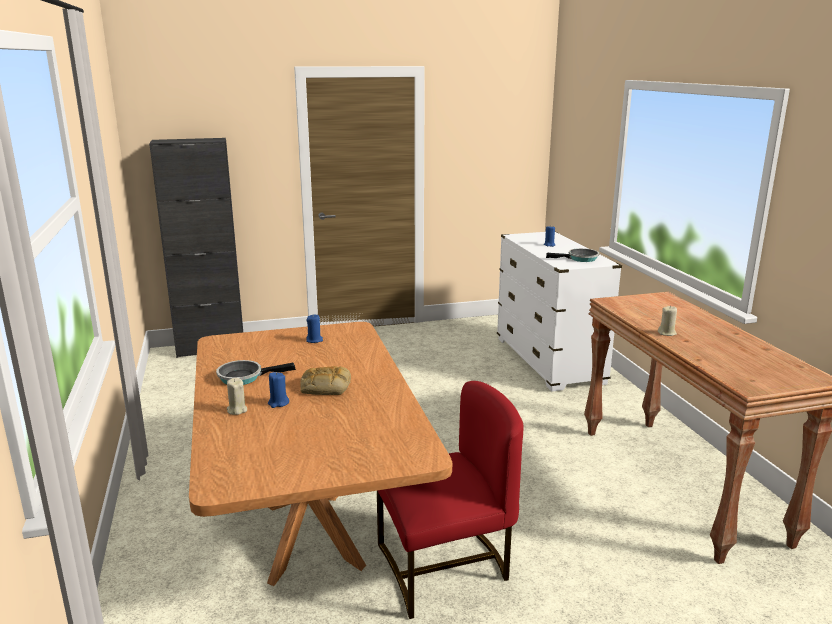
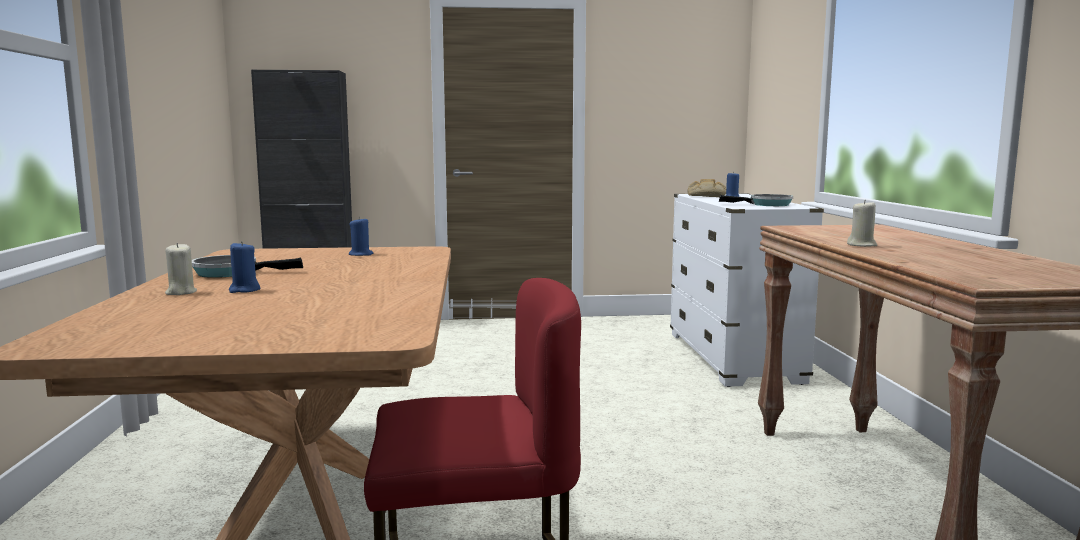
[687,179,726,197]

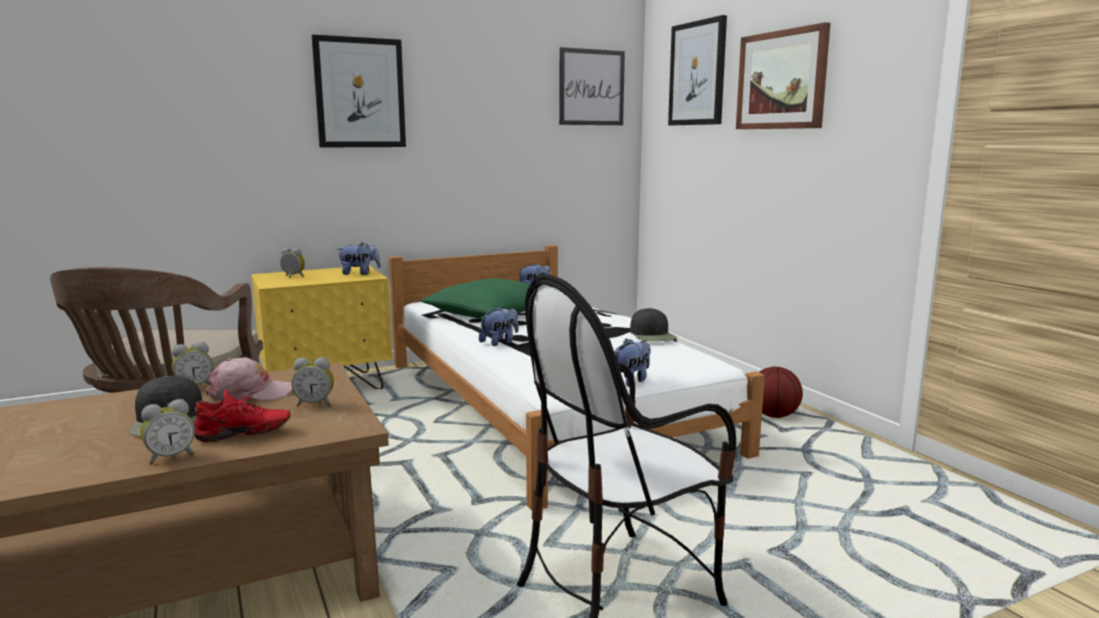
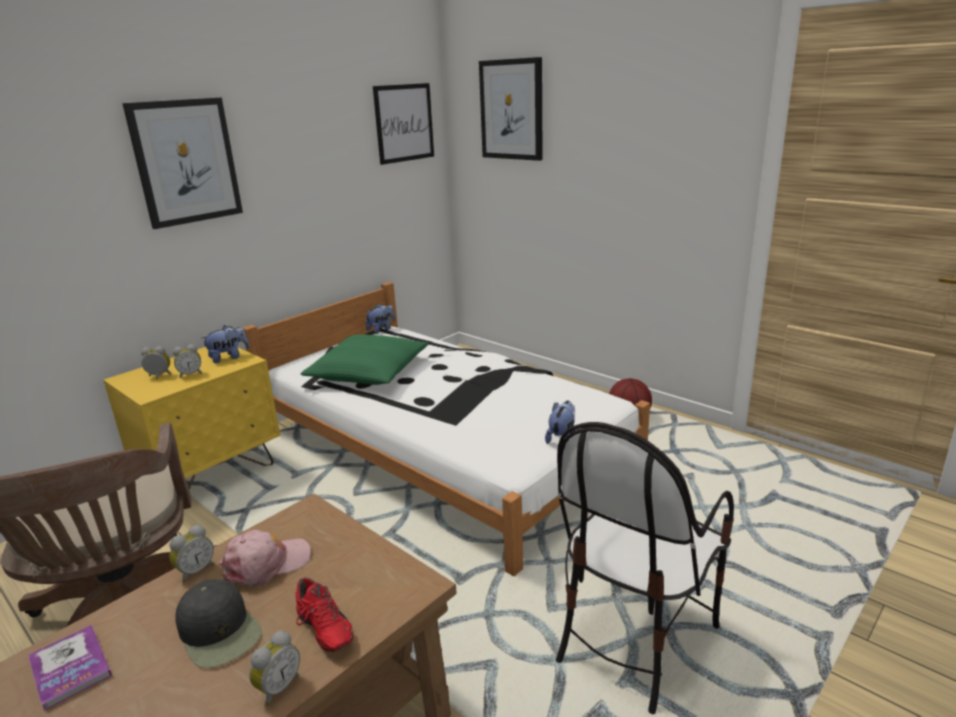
[736,22,830,129] (first image)
[479,306,518,346] (first image)
[630,308,677,341] (first image)
[173,344,202,378]
[296,577,353,652]
[28,625,112,711]

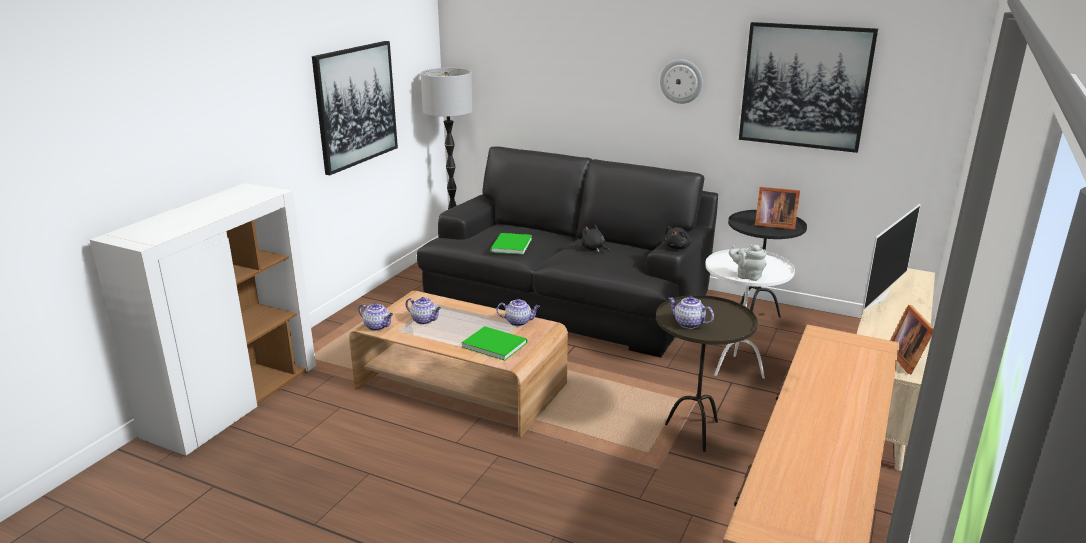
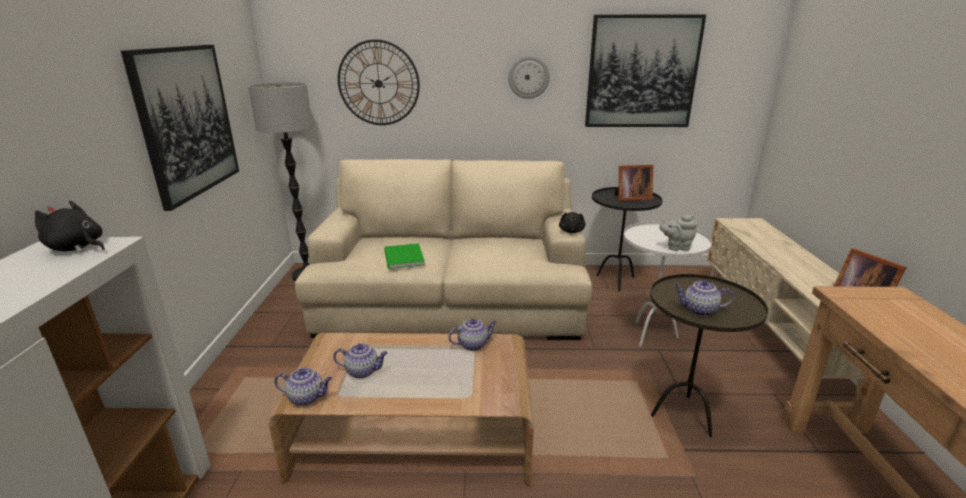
[295,159,592,340]
[862,204,921,311] (first image)
[35,201,105,252]
[461,326,527,361] (first image)
[338,39,420,125]

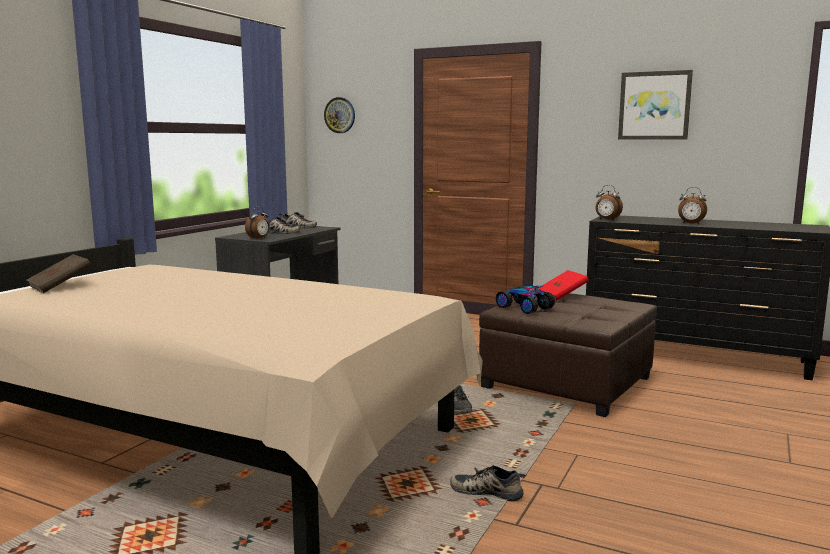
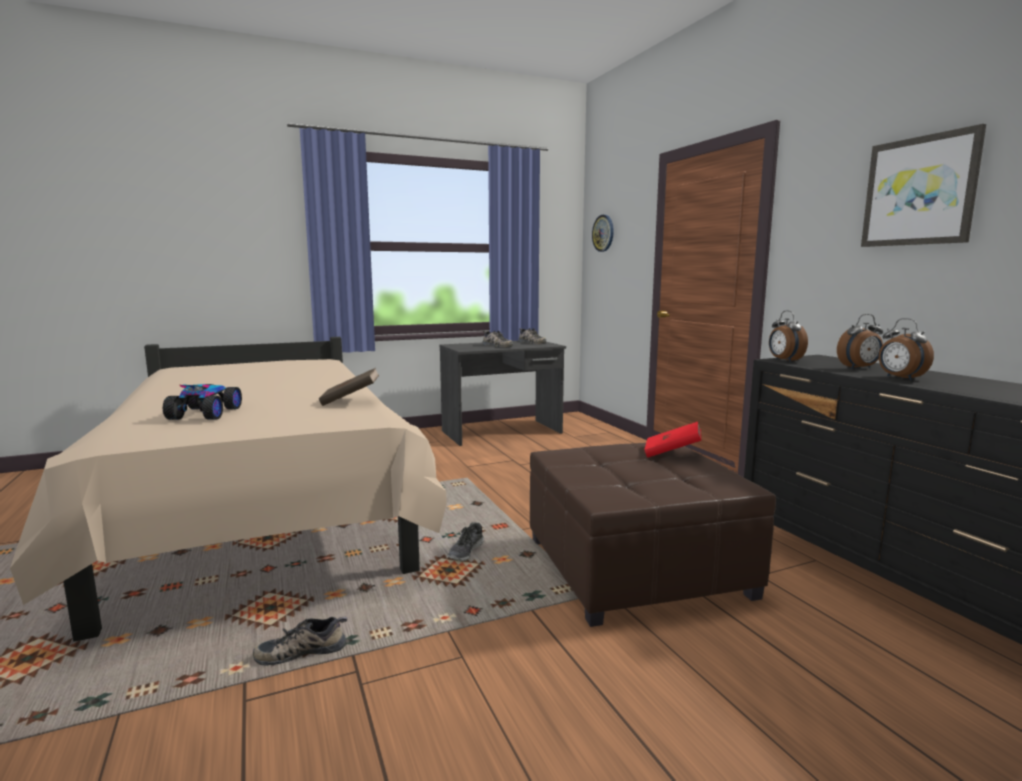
[837,314,883,369]
[319,368,379,406]
[163,384,242,420]
[253,617,348,665]

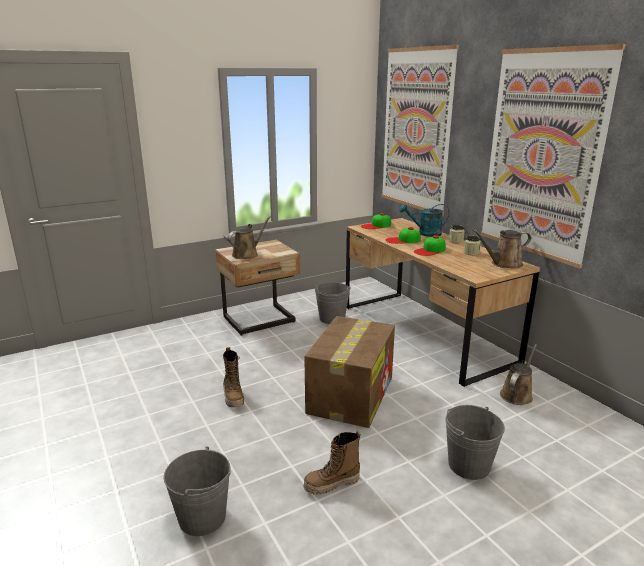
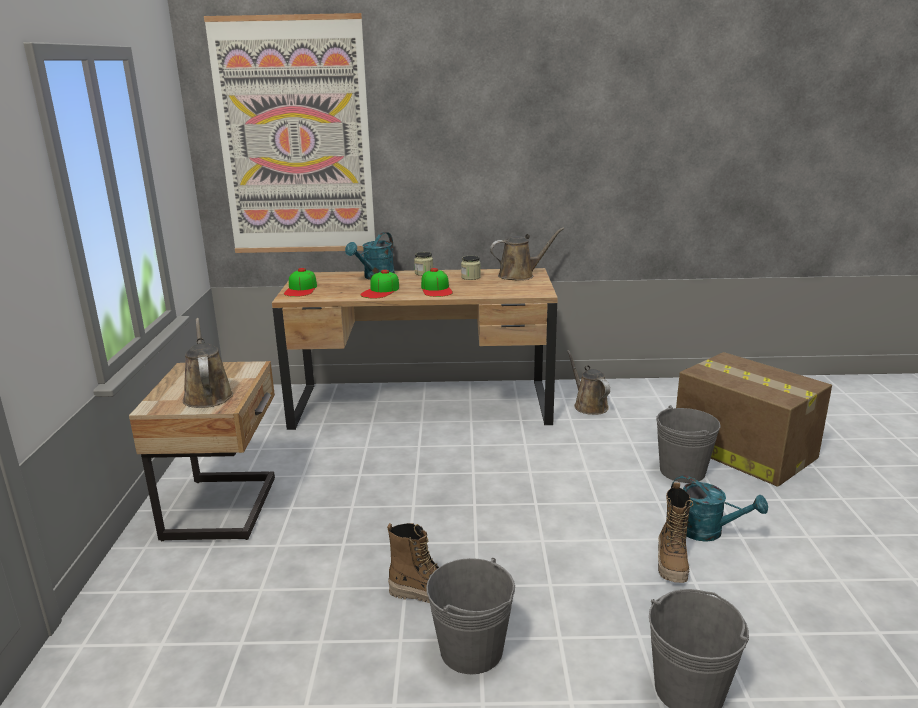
[481,44,626,269] (first image)
[490,227,564,281]
[426,558,515,674]
[676,352,832,487]
[671,475,768,542]

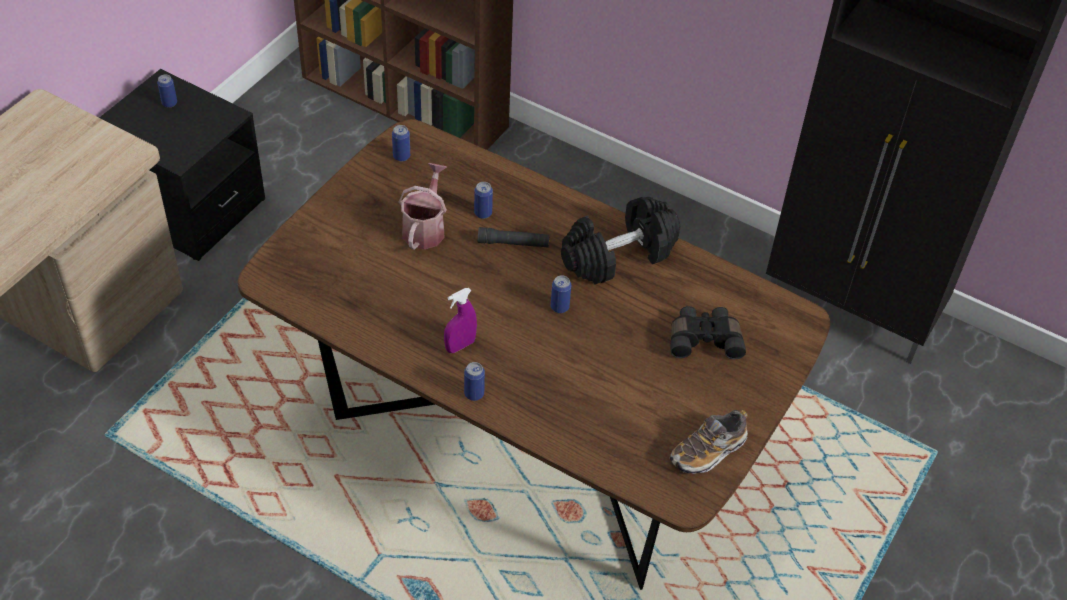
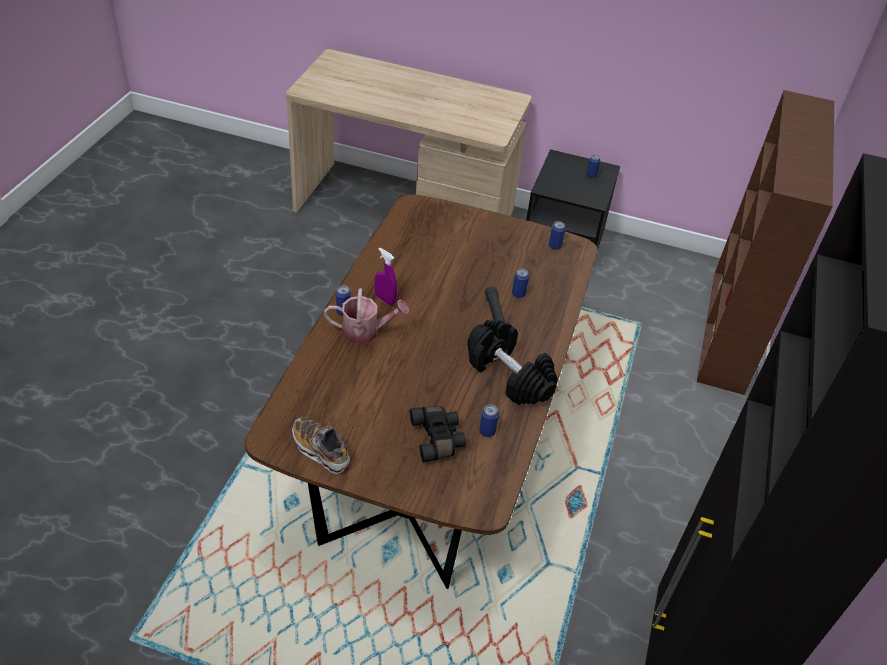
[324,288,410,345]
[479,405,499,437]

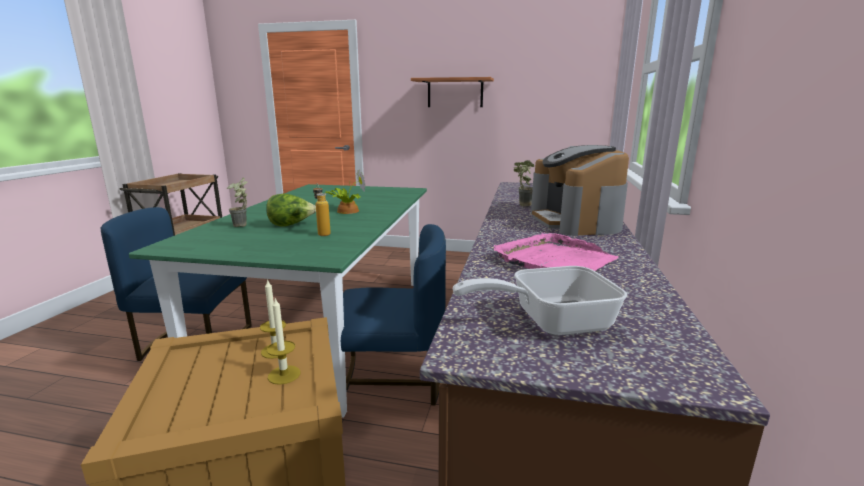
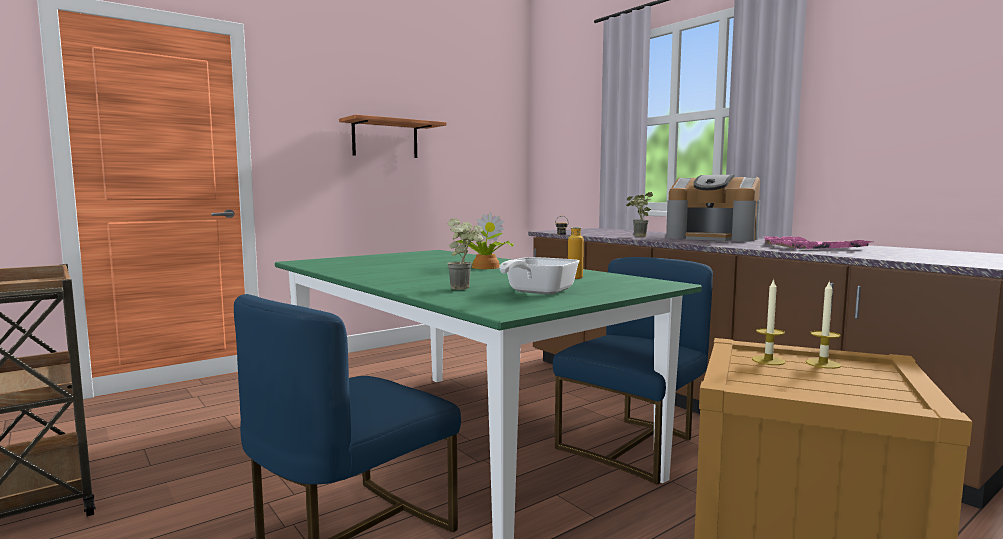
[266,194,316,226] (first image)
[499,257,579,295]

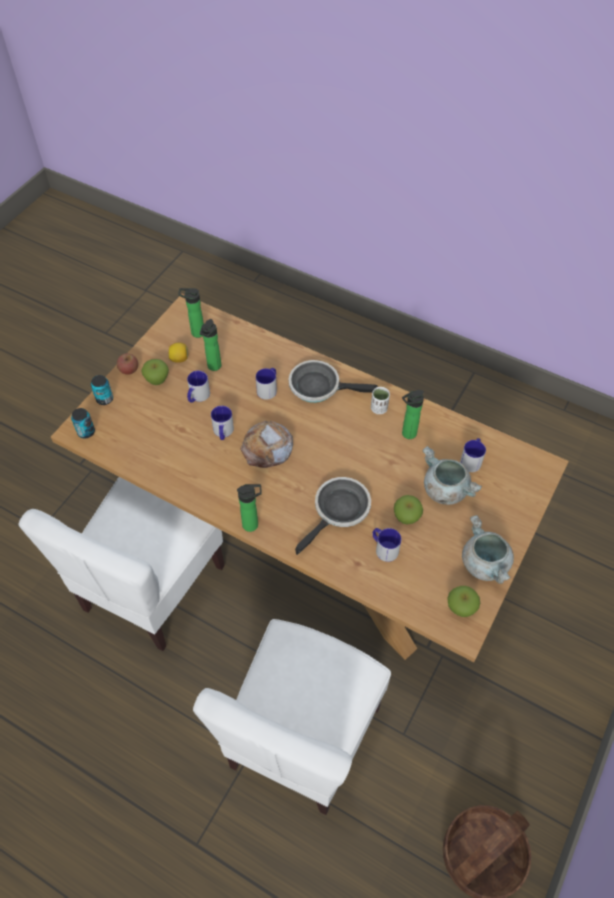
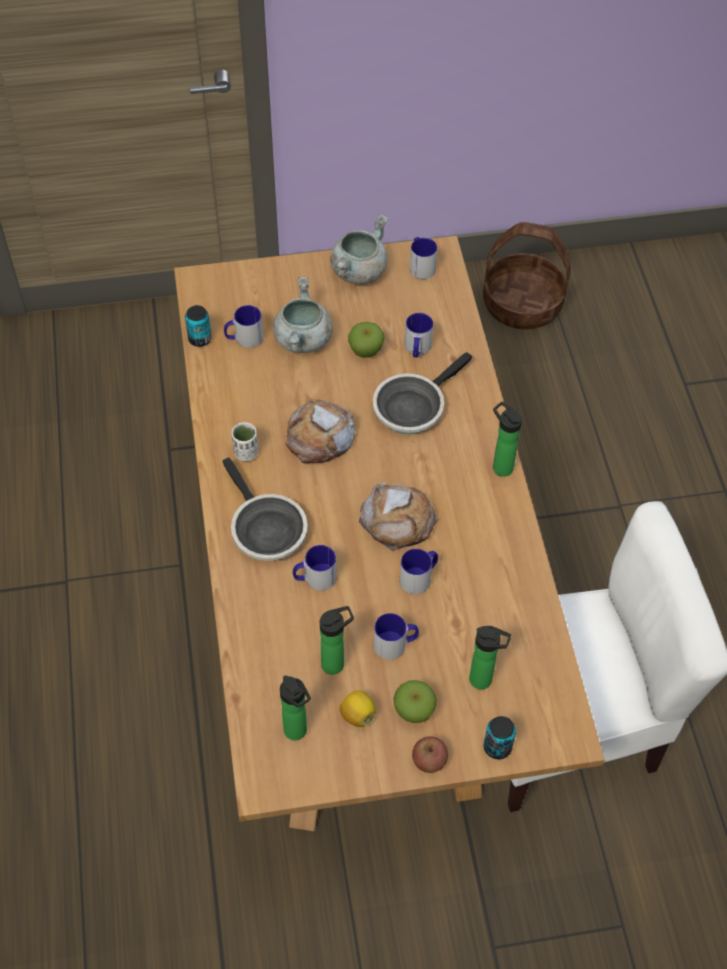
[469,626,511,690]
[185,305,212,347]
[373,352,472,434]
[410,237,438,279]
[193,619,391,815] (first image)
[286,399,355,463]

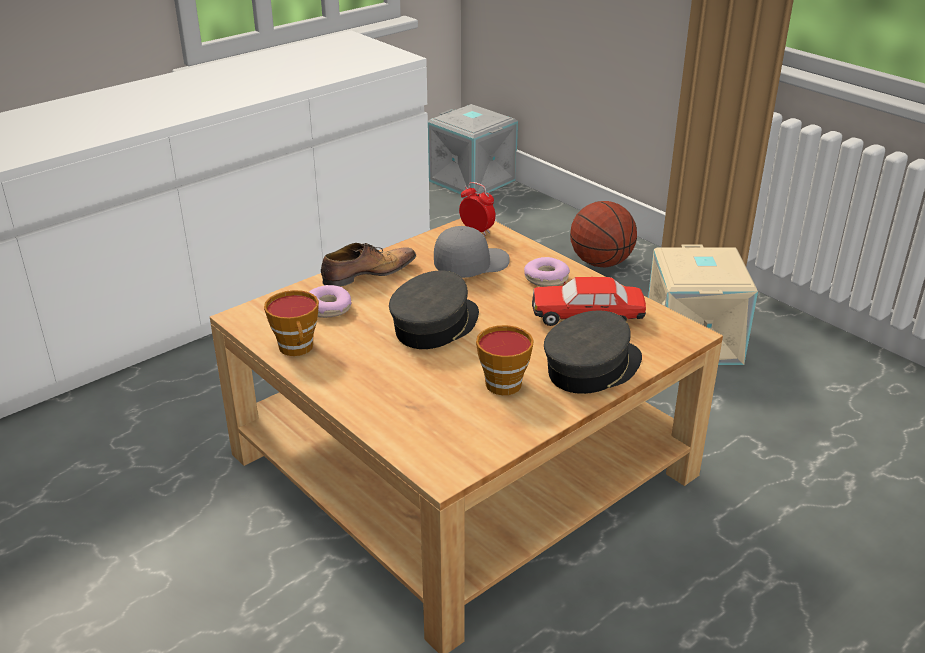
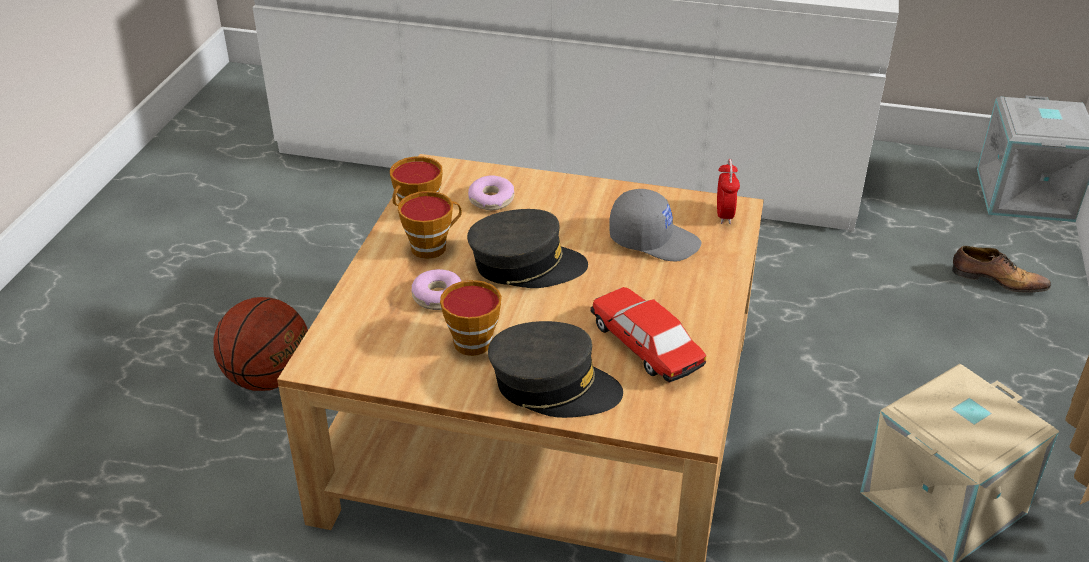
[213,297,308,391]
[952,246,1051,293]
[411,269,461,310]
[398,191,462,259]

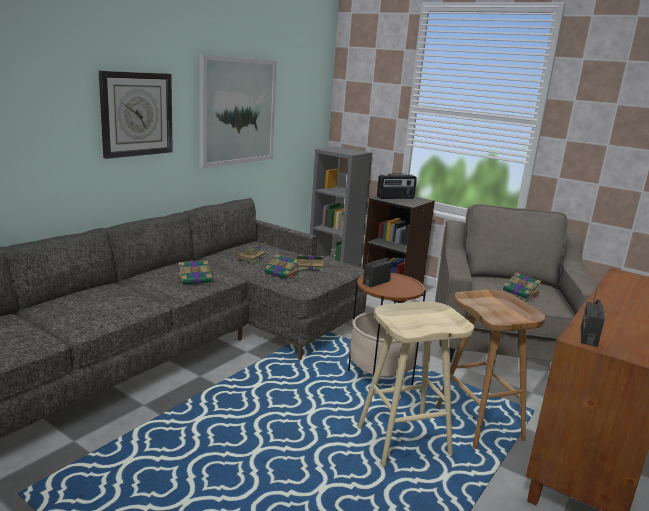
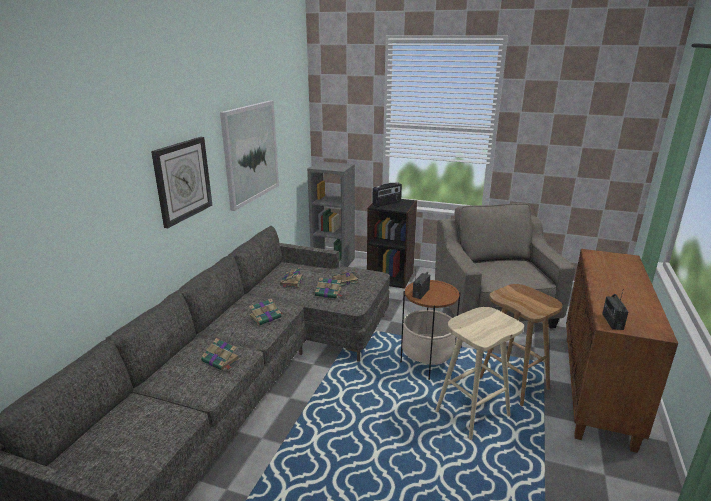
[201,338,240,371]

